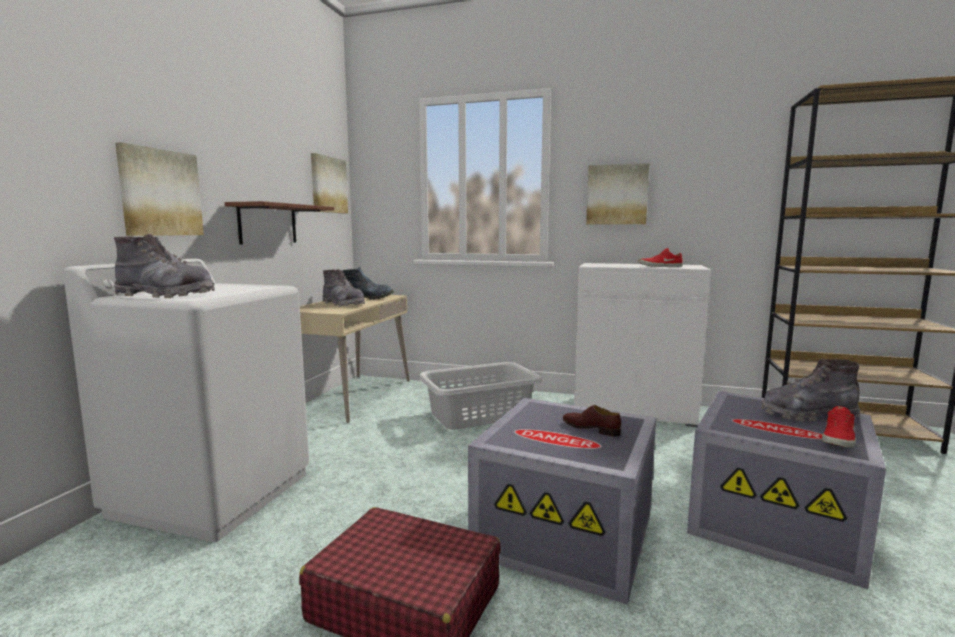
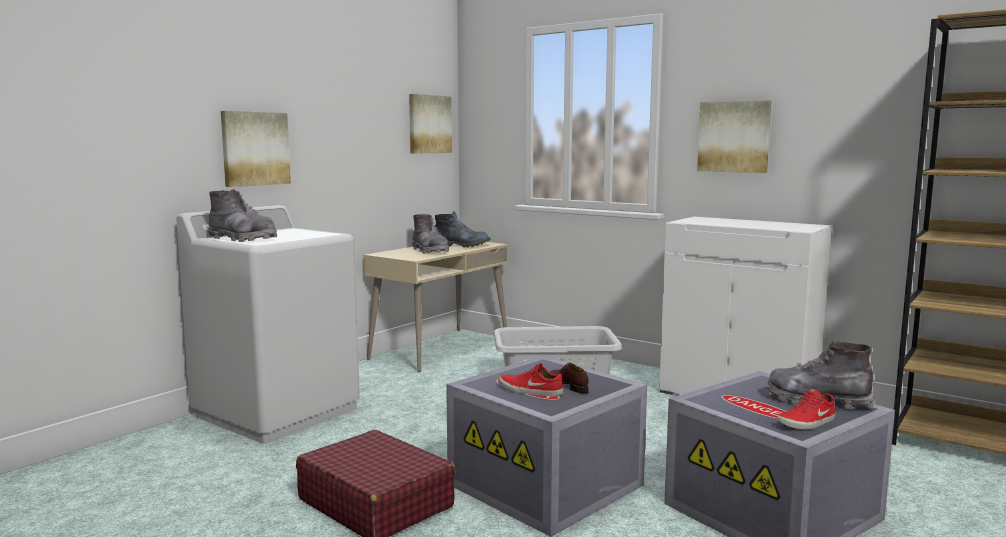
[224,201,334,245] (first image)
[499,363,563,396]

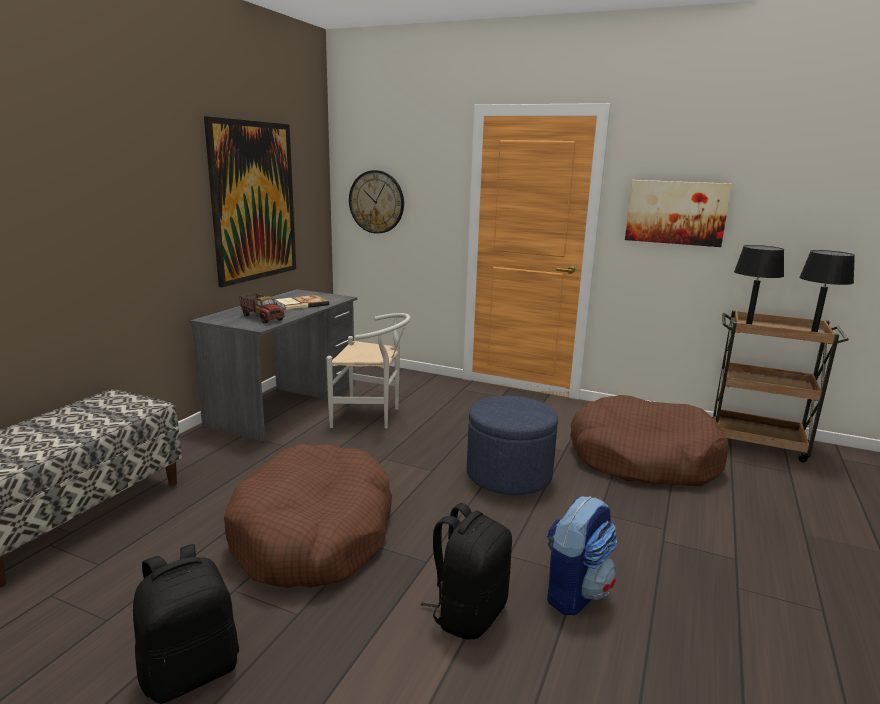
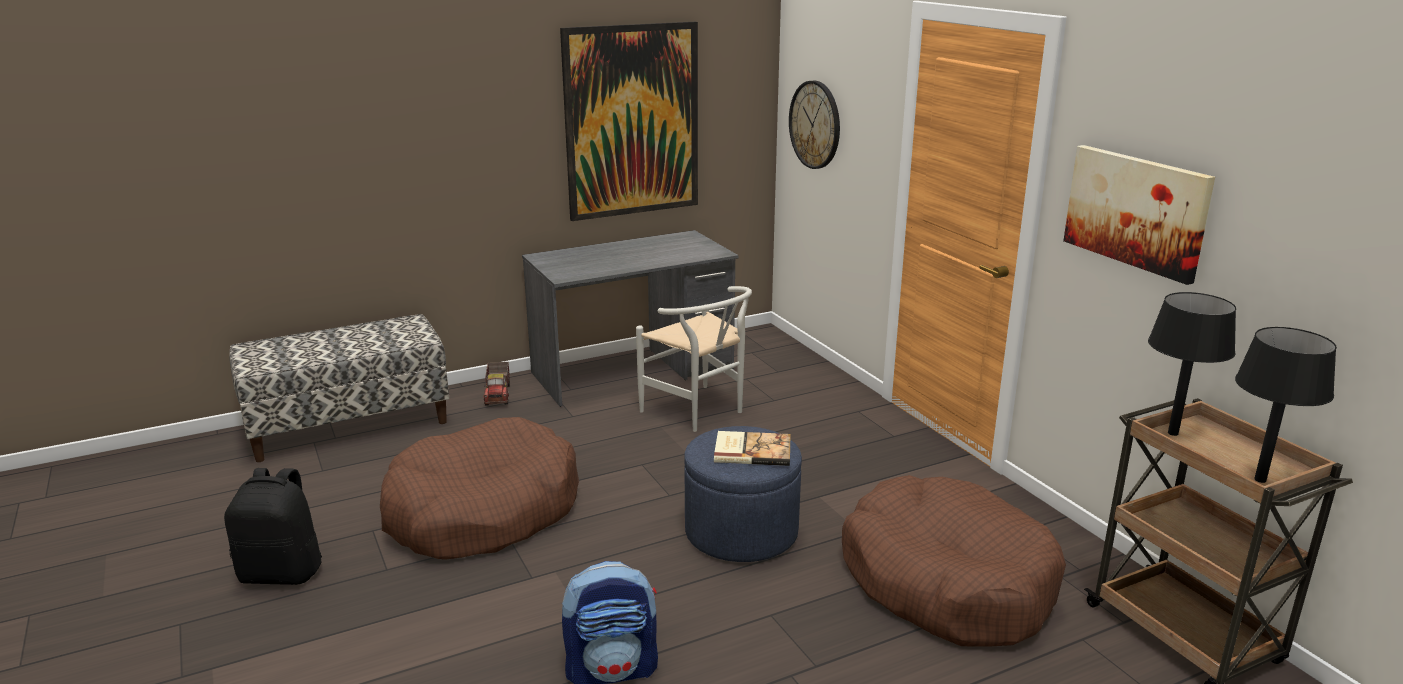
[484,362,510,406]
[714,431,791,466]
[421,503,512,640] (first image)

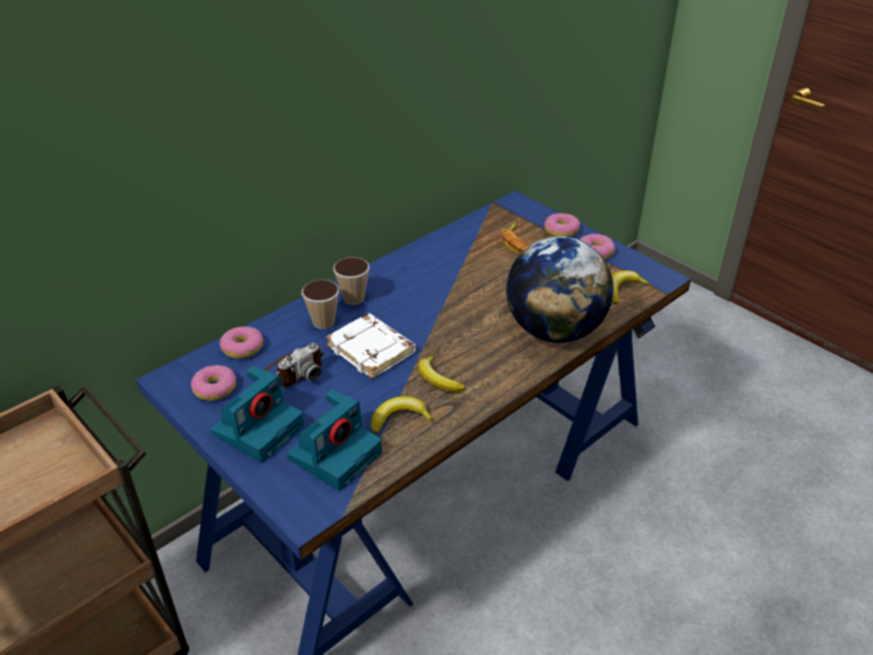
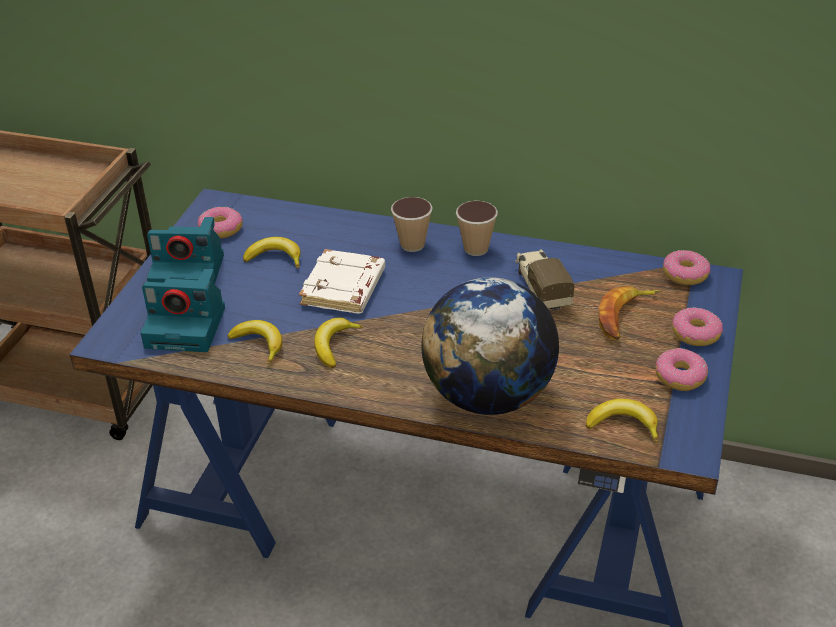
[456,201,498,256]
[663,250,711,285]
[243,237,301,268]
[515,249,575,312]

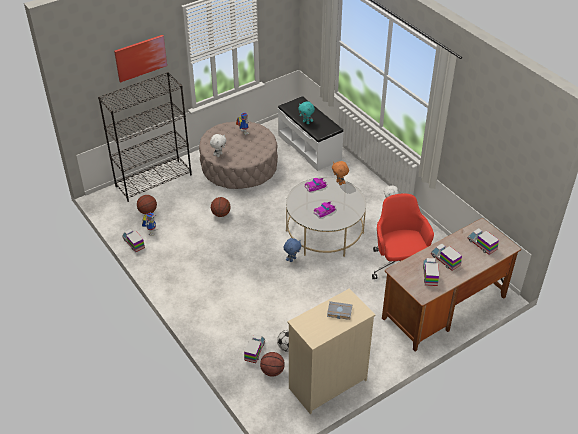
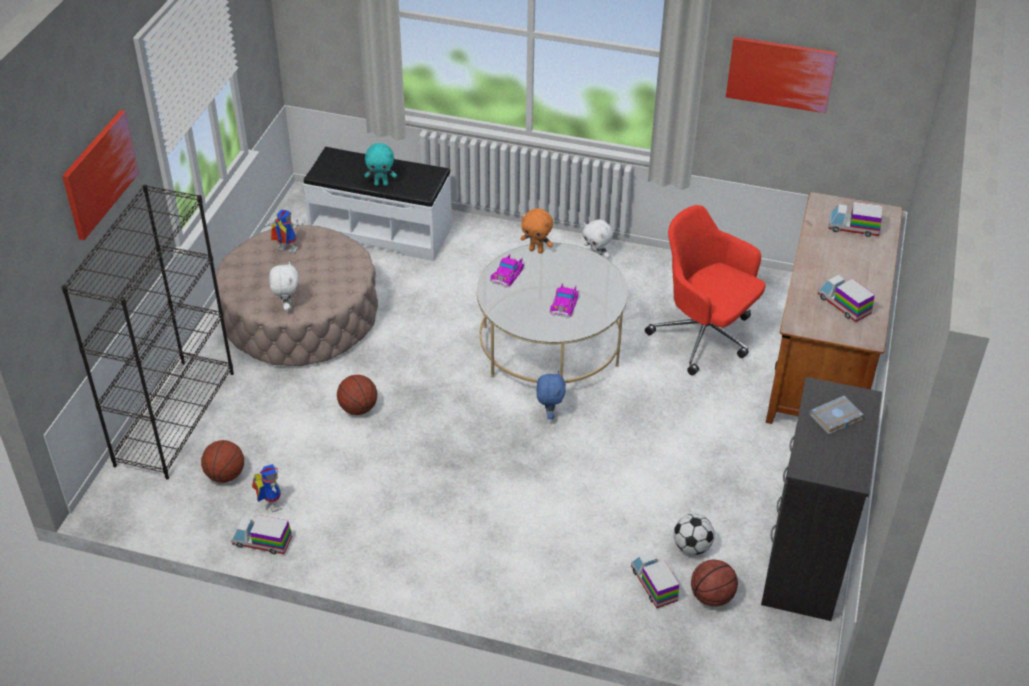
[431,244,462,271] (first image)
[761,377,882,621]
[726,37,837,113]

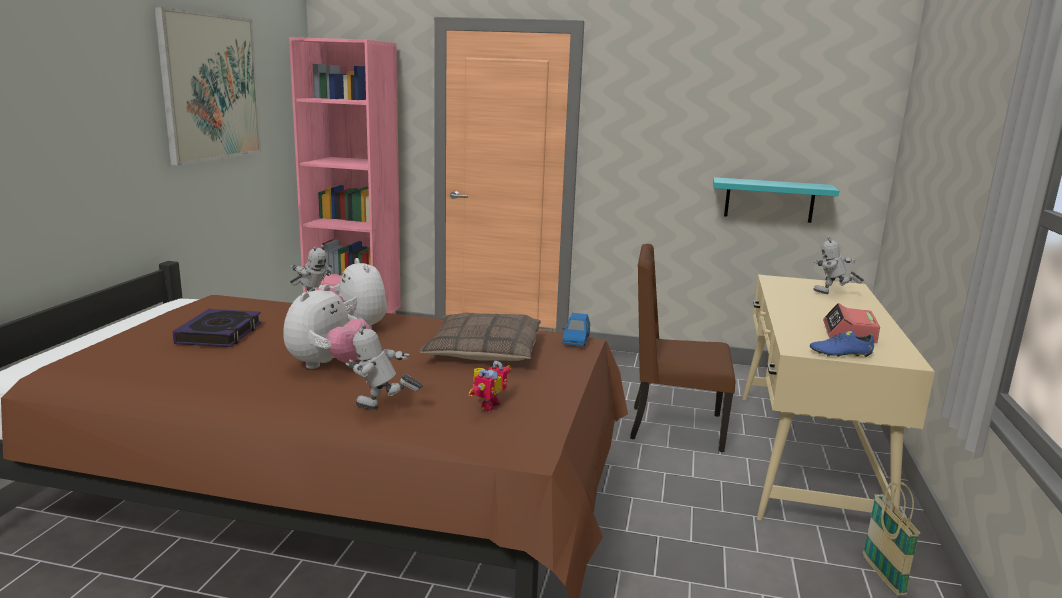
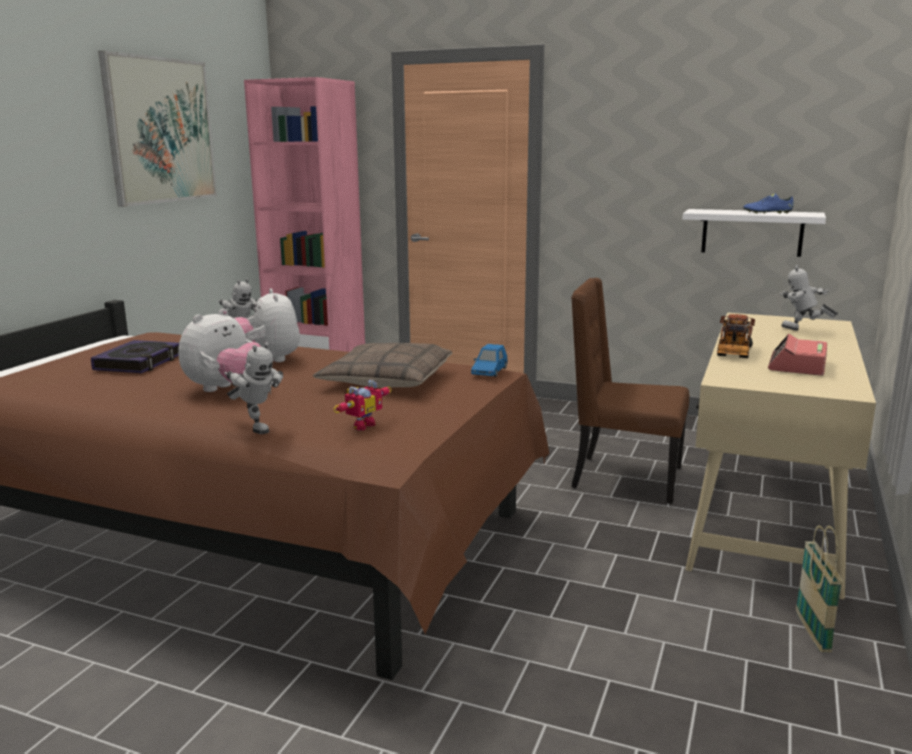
[683,209,826,257]
[224,342,283,434]
[743,193,794,214]
[717,314,755,358]

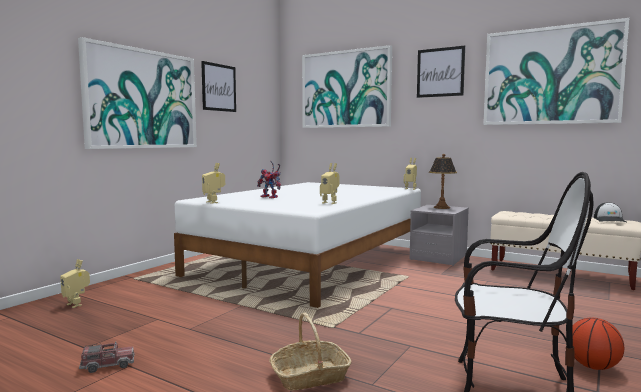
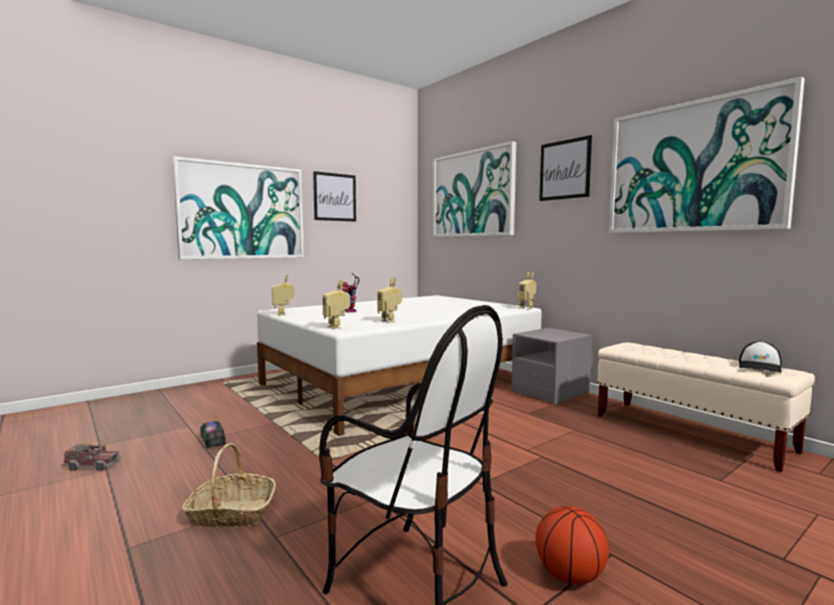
[429,154,457,209] (first image)
[322,280,350,329]
[200,421,226,448]

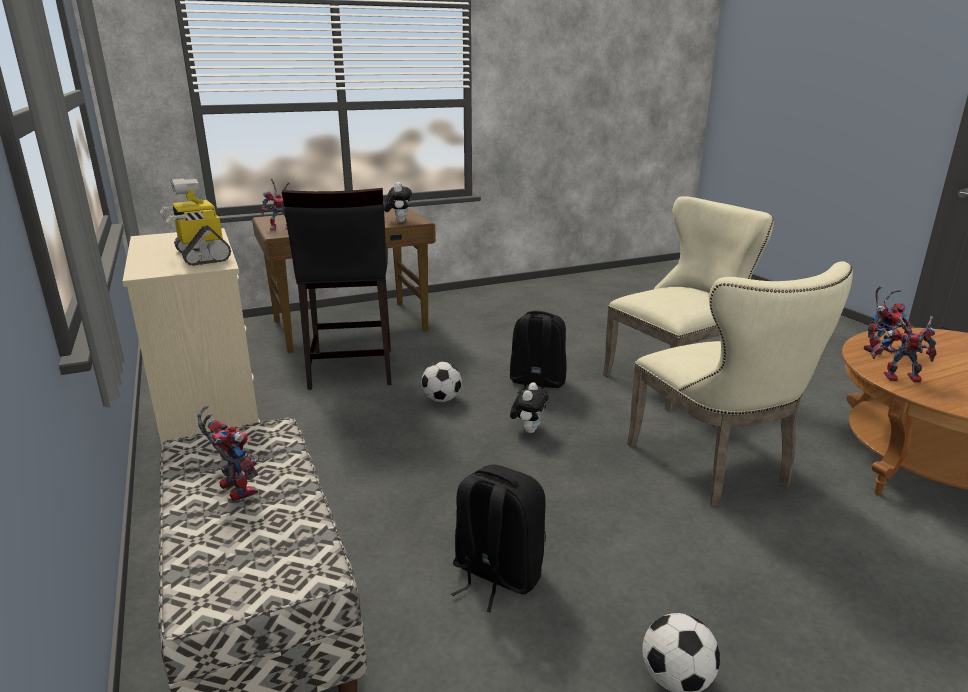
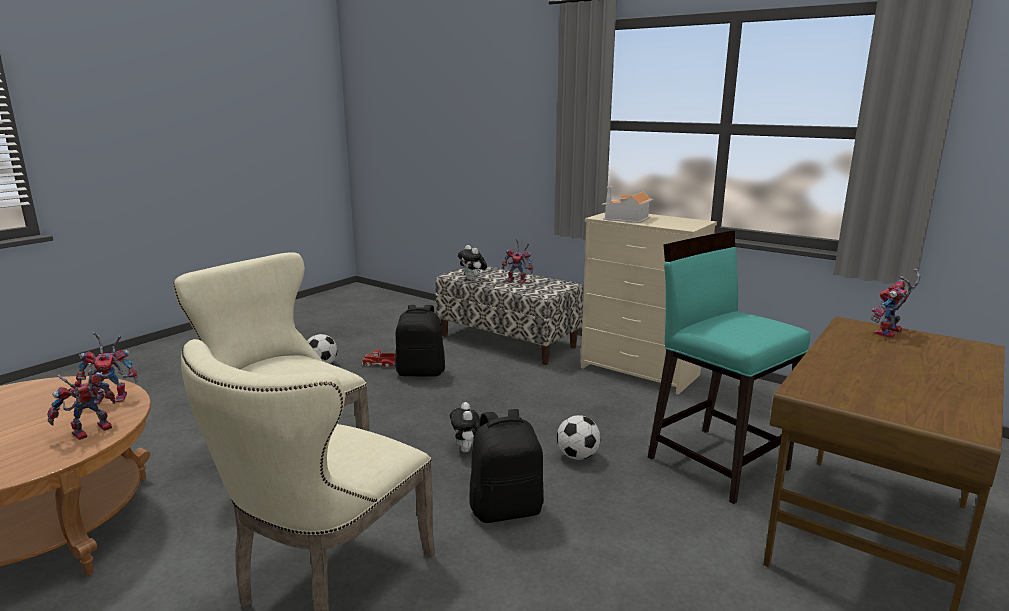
[602,186,653,223]
[458,245,487,281]
[648,231,810,504]
[362,349,395,368]

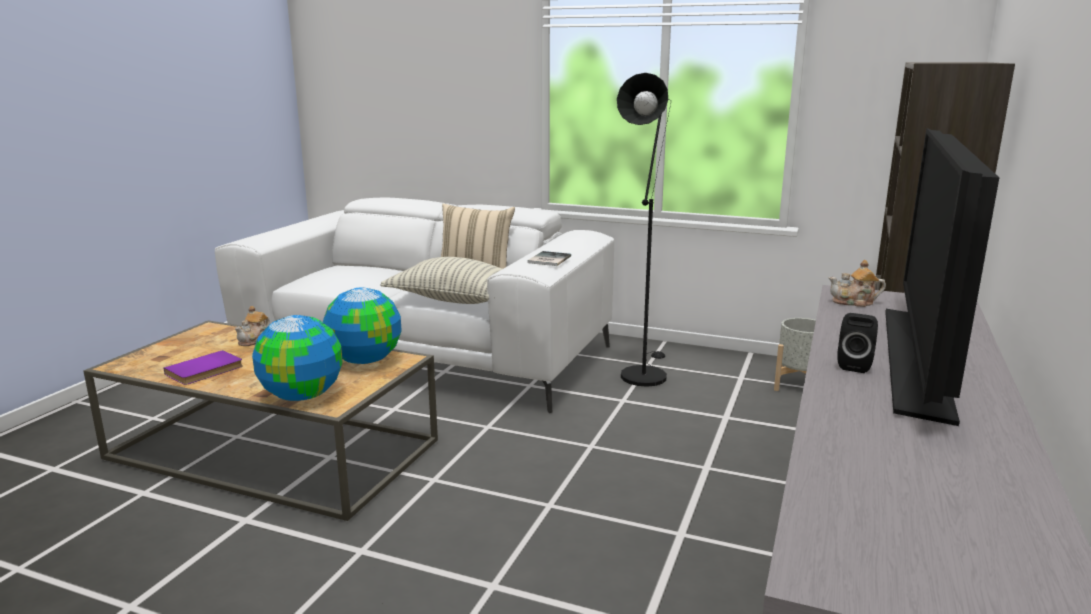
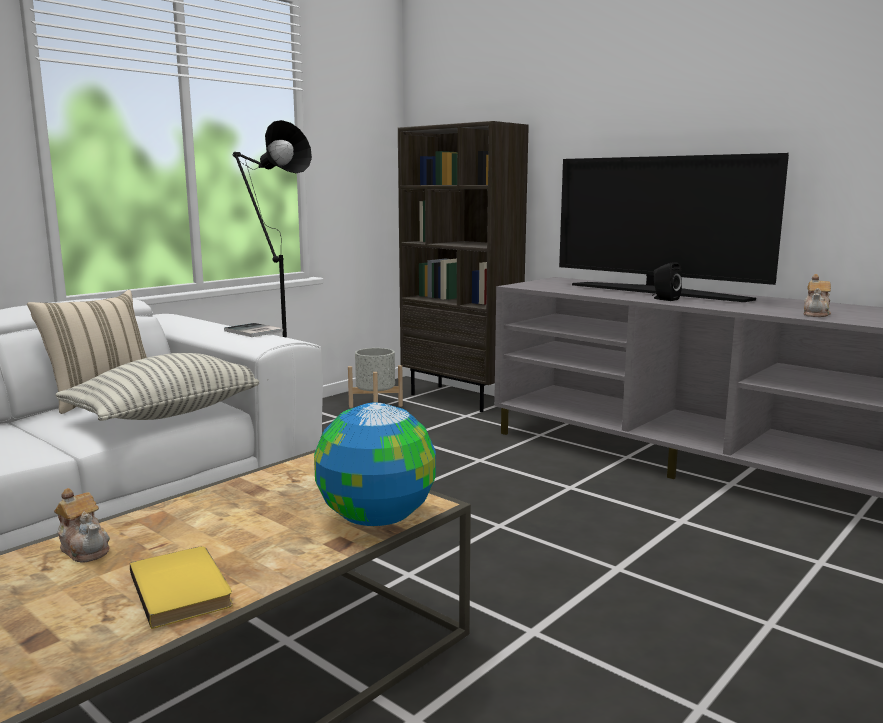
[803,274,831,317]
[323,287,402,364] (first image)
[130,546,233,629]

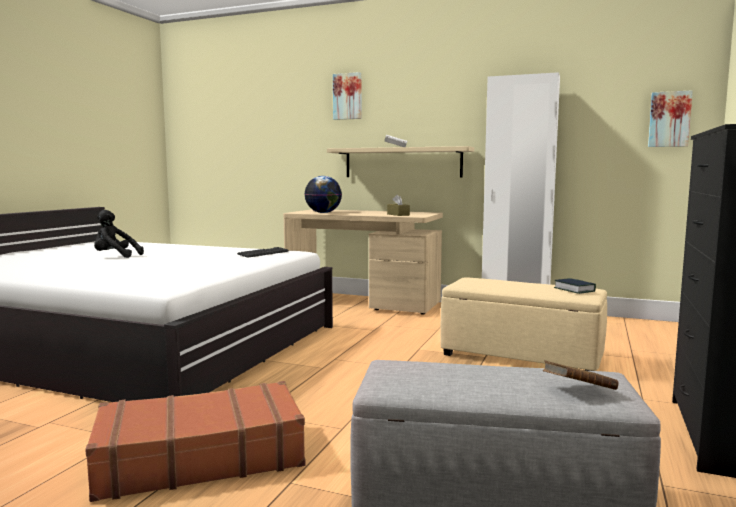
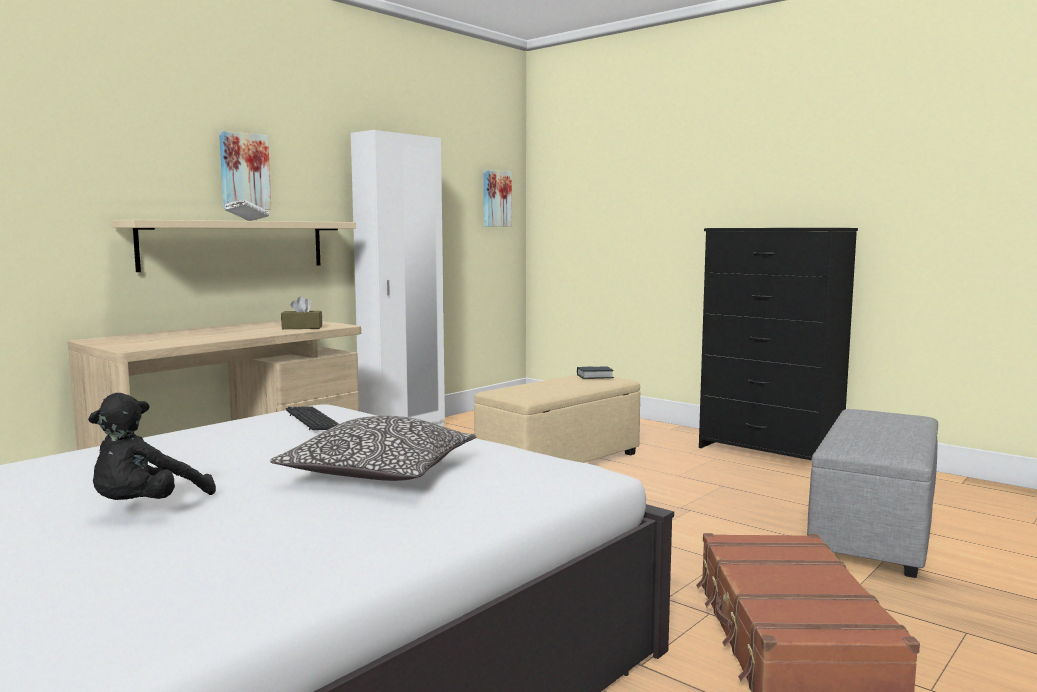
[219,131,271,210]
[304,176,342,213] (first image)
[543,361,618,390] (first image)
[270,416,476,481]

